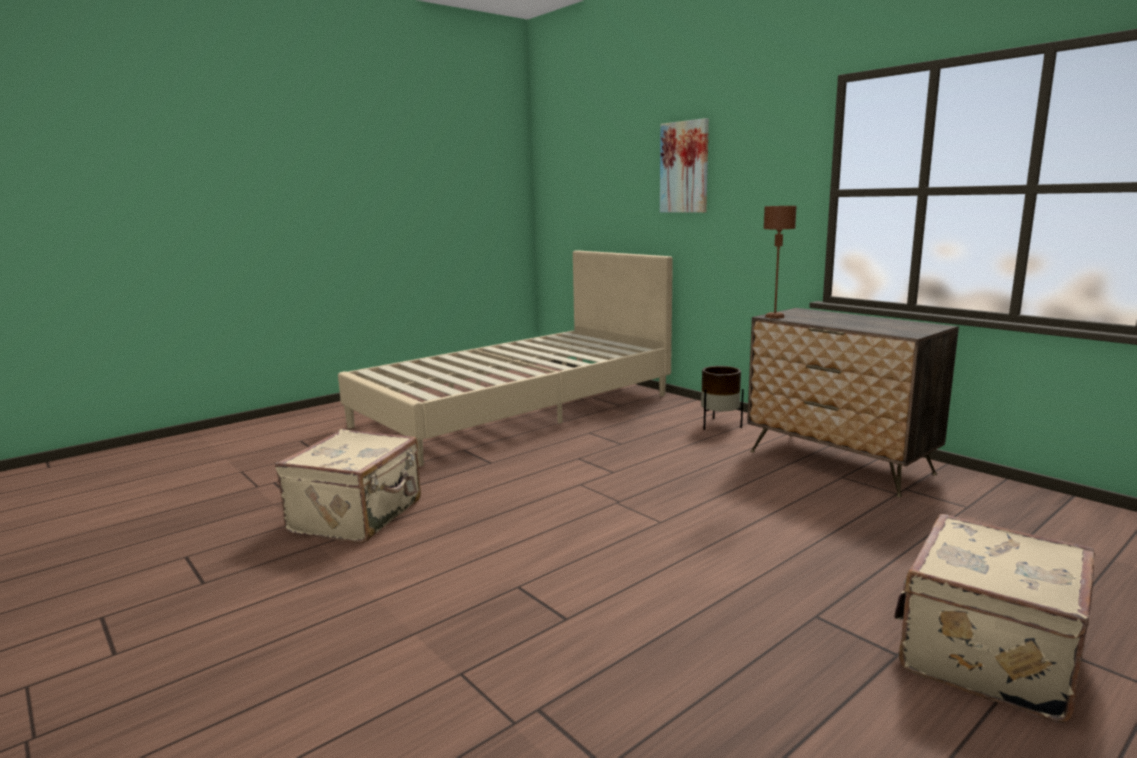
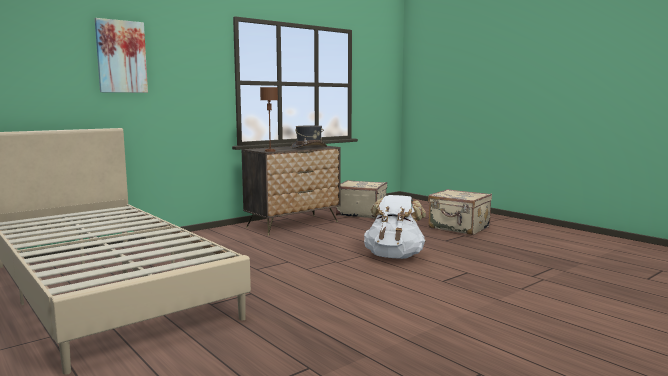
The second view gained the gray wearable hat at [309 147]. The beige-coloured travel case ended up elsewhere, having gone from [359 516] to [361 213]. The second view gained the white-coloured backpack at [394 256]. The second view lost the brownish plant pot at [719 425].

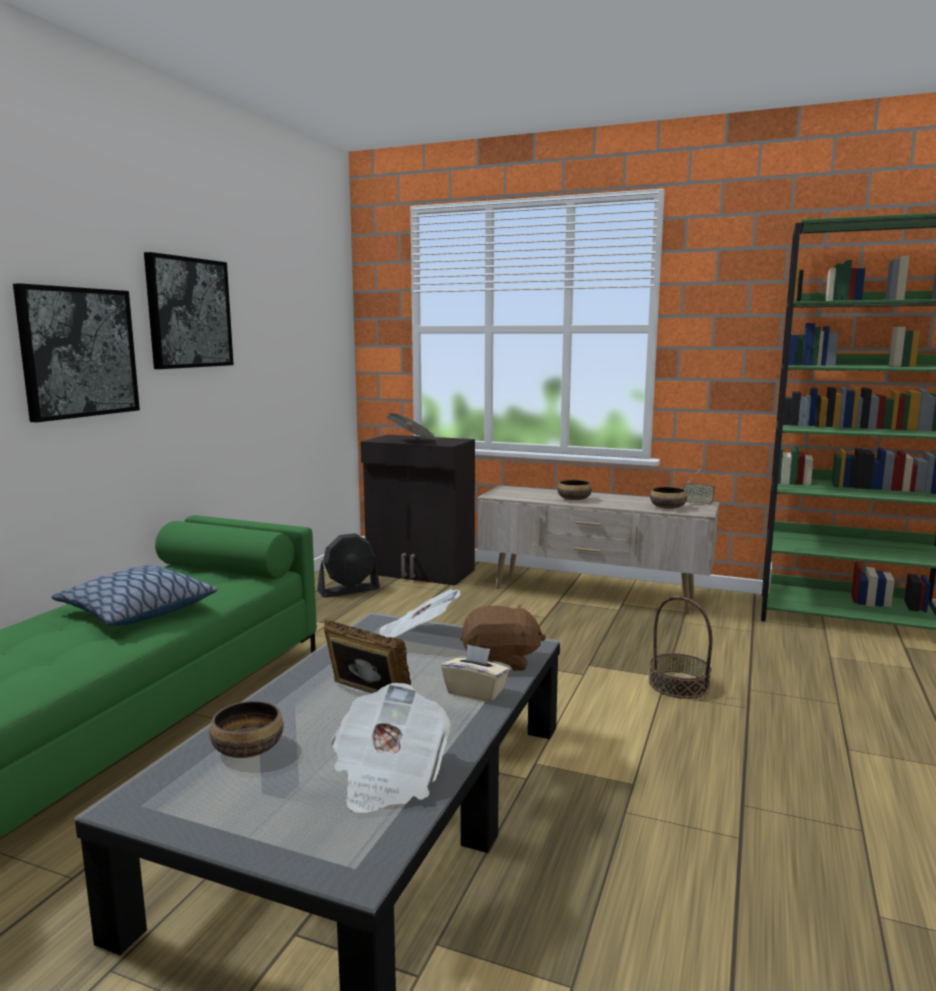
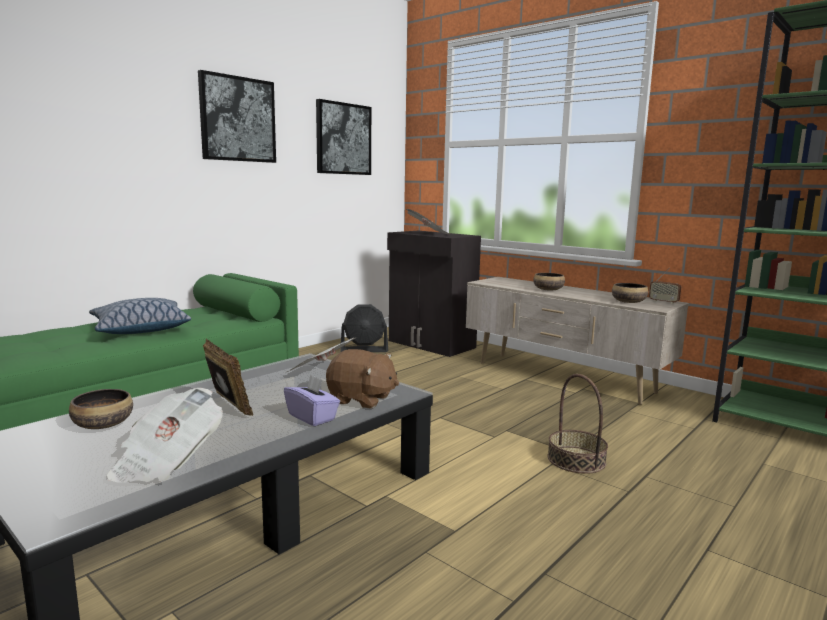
What was the beige-coloured tissue holder at [475 692] turned into the purple tissue holder at [312 417]. The wall picture ended up elsewhere, having gone from [78 352] to [343 139].

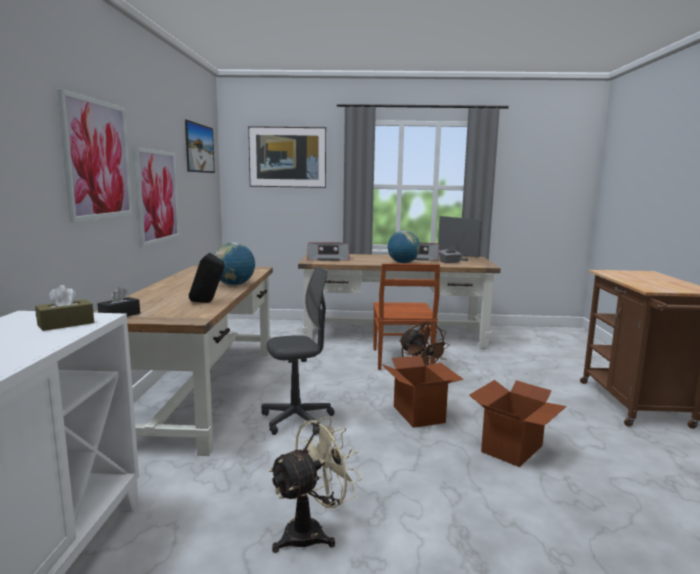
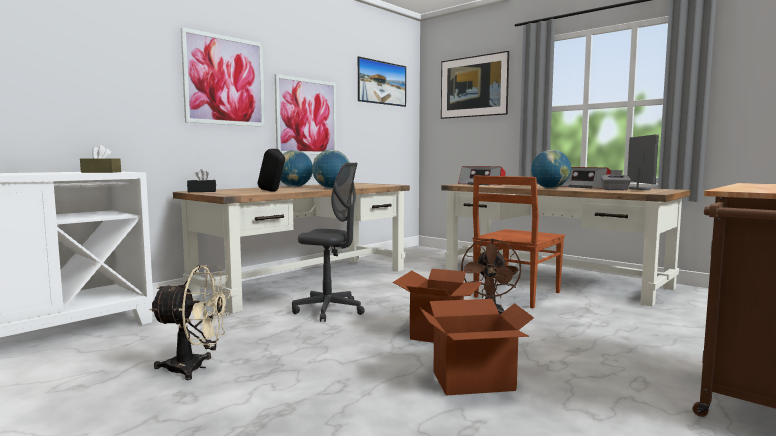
The second view gained the globe at [295 187].

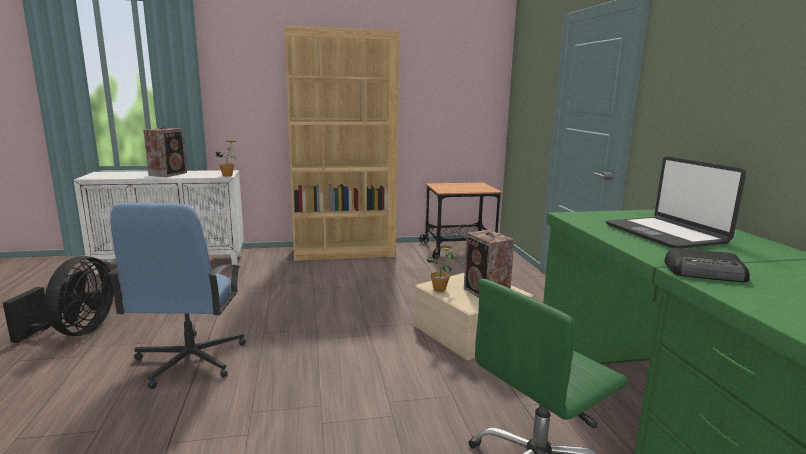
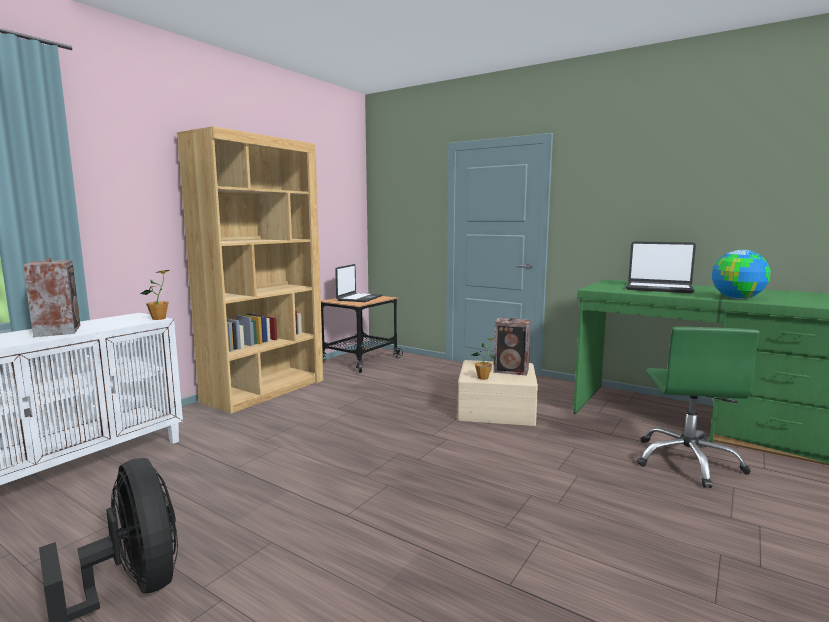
The second view gained the notebook computer at [359 298]. Where the radio set stood at [706 273], the globe came to stand at [737 298]. The second view lost the bluish office chair at [189 360].

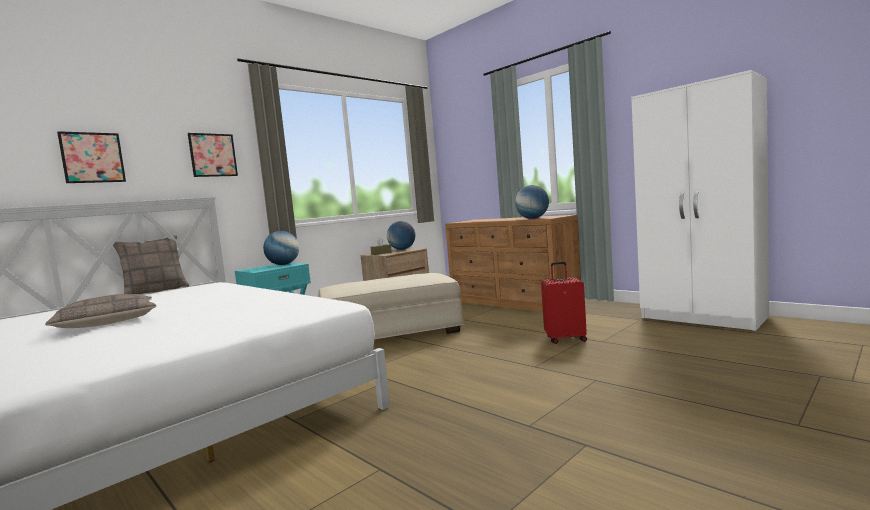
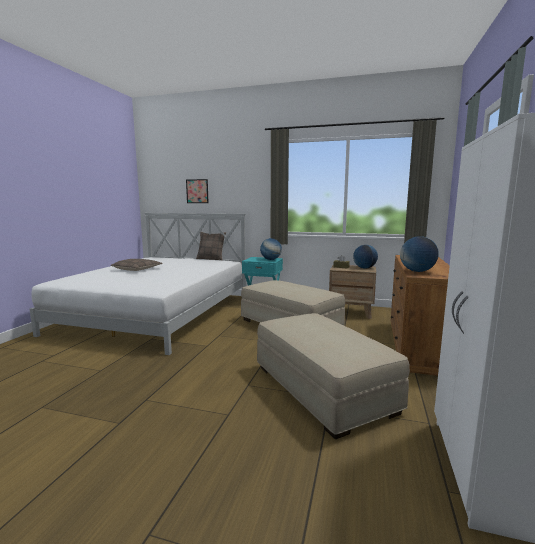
Where the red travel case stood at [565 339], the beige-coloured pouffe came to stand at [322 388]. The second view lost the wall picture at [213 155].

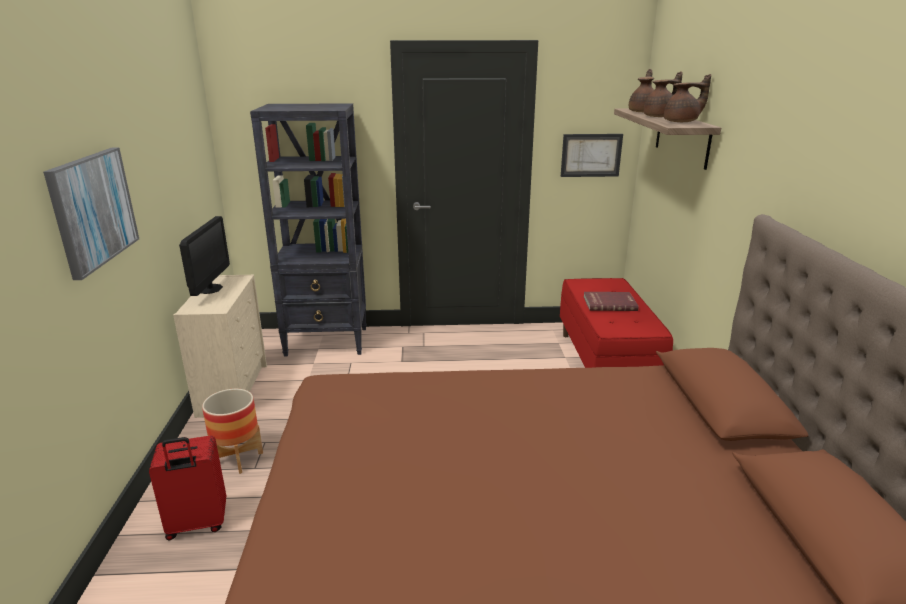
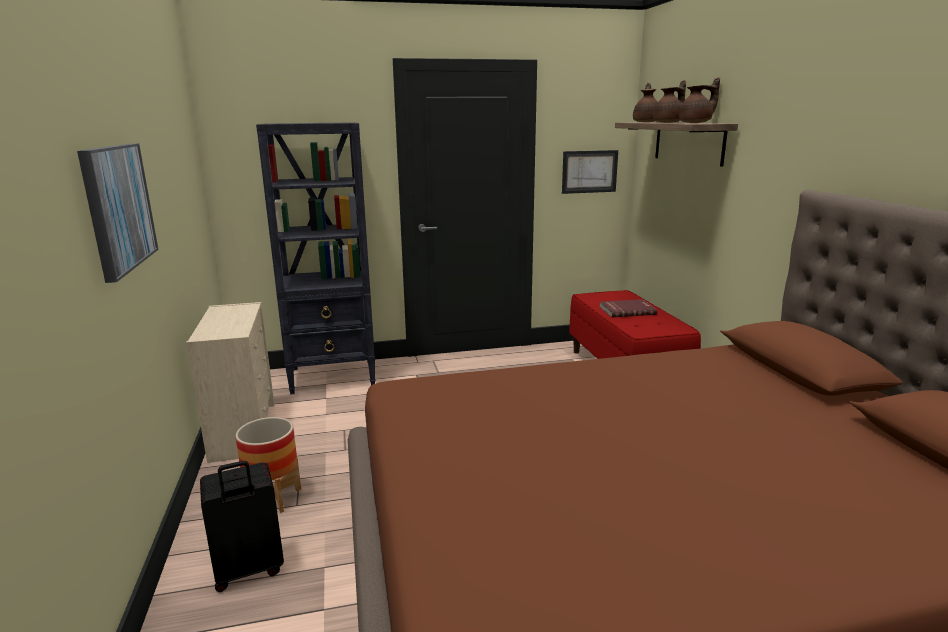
What was the red travel case at [197 524] turned into the black-coloured travel case at [249 571]. The second view lost the computer display at [210 289].

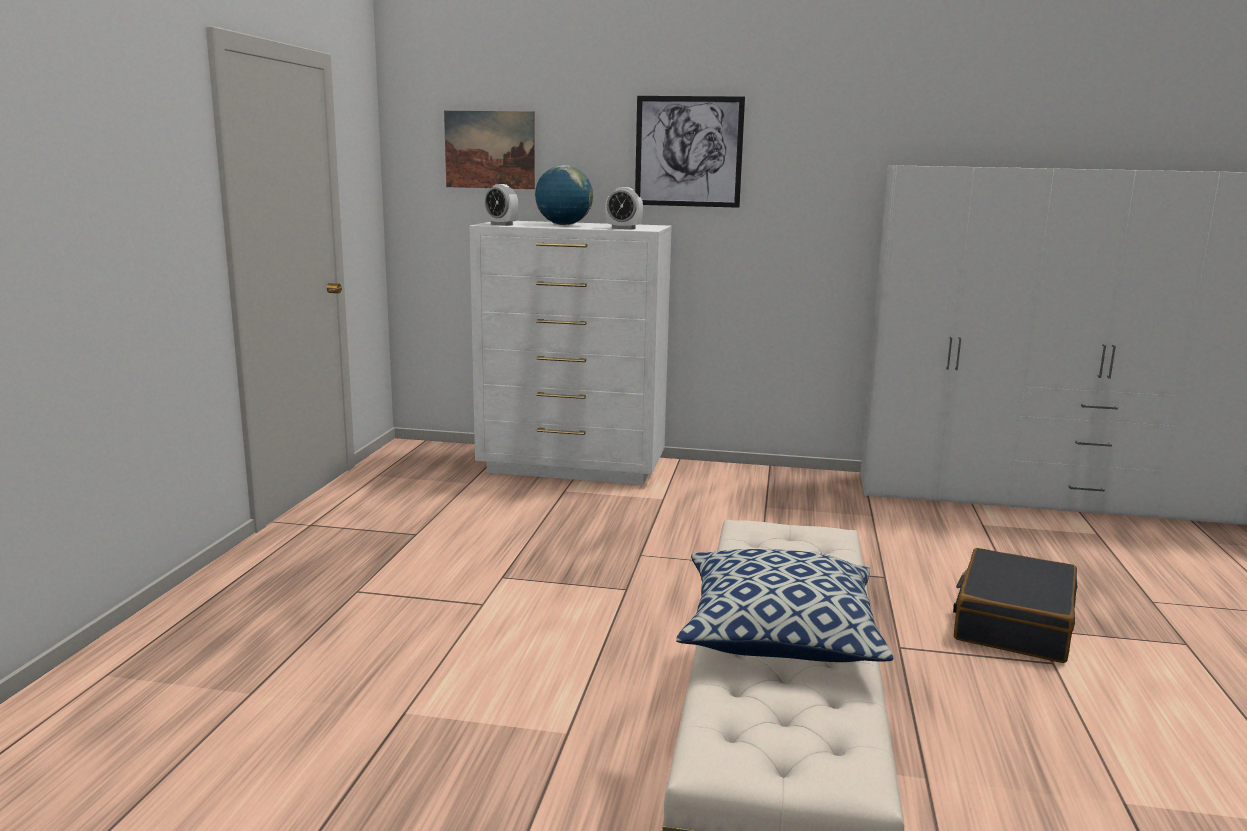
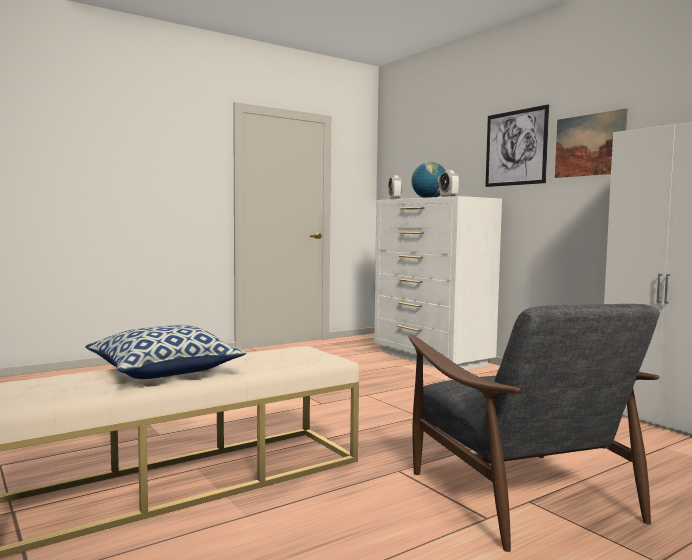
Where the black-coloured travel case stood at [1012 623], the gray easy chair came to stand at [518 492]. The wall picture ended up elsewhere, having gone from [490 150] to [589 145].

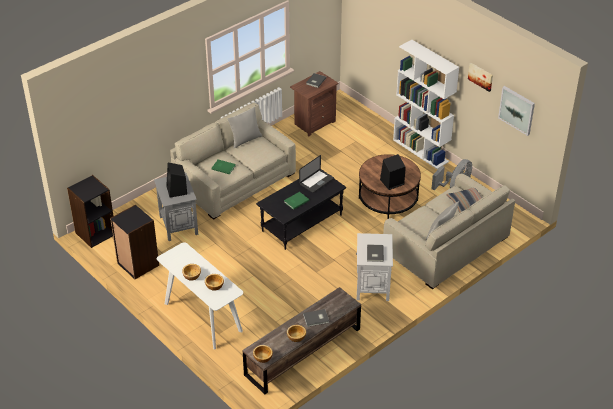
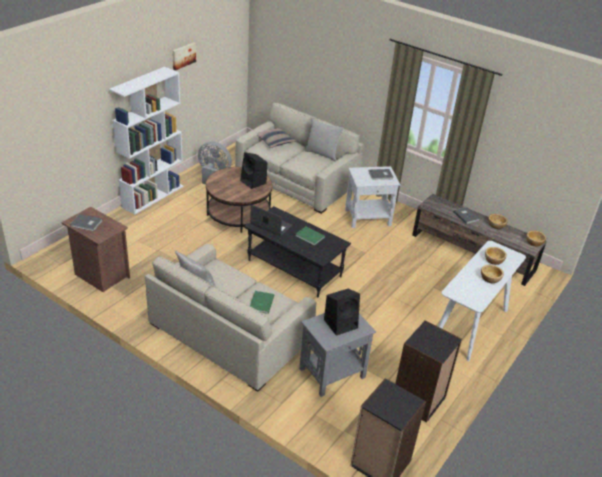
The second view lost the wall picture at [517 110].

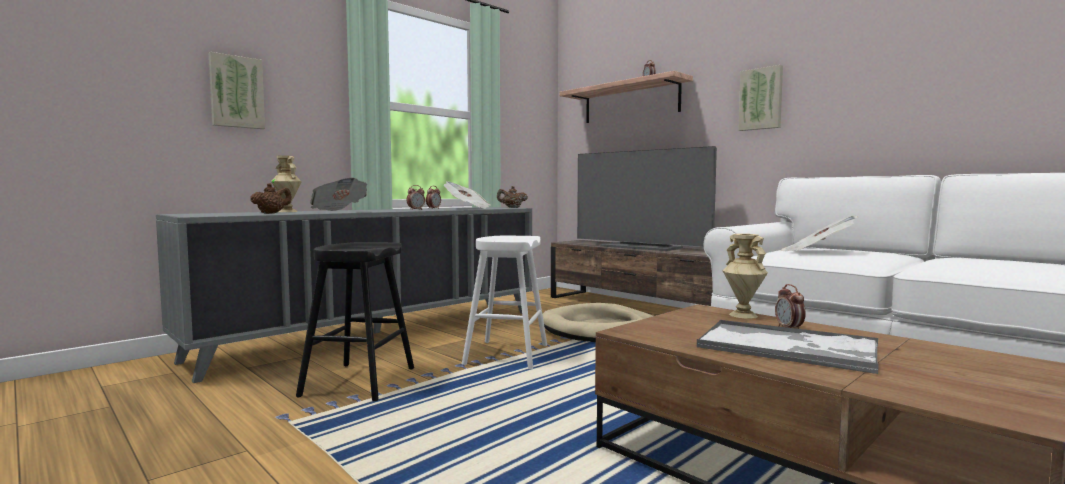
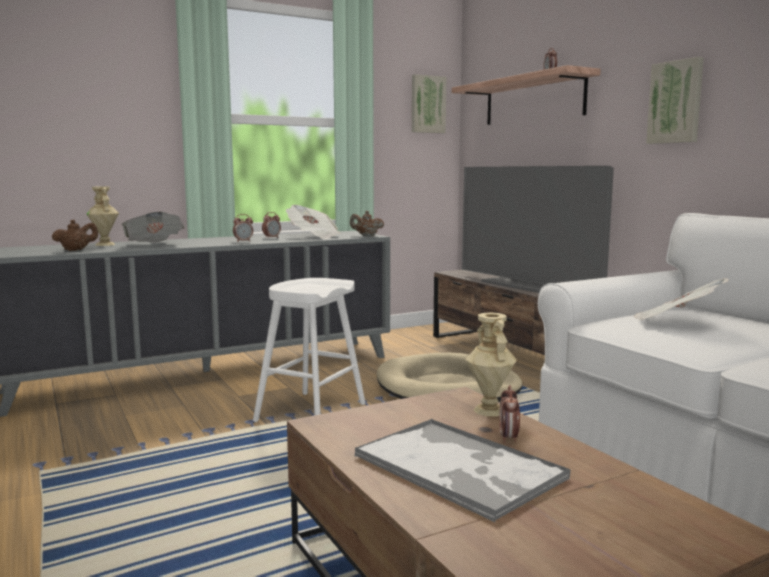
The wall picture ended up elsewhere, having gone from [236 92] to [427 104]. The second view lost the black-coloured sitting stool at [359 381].

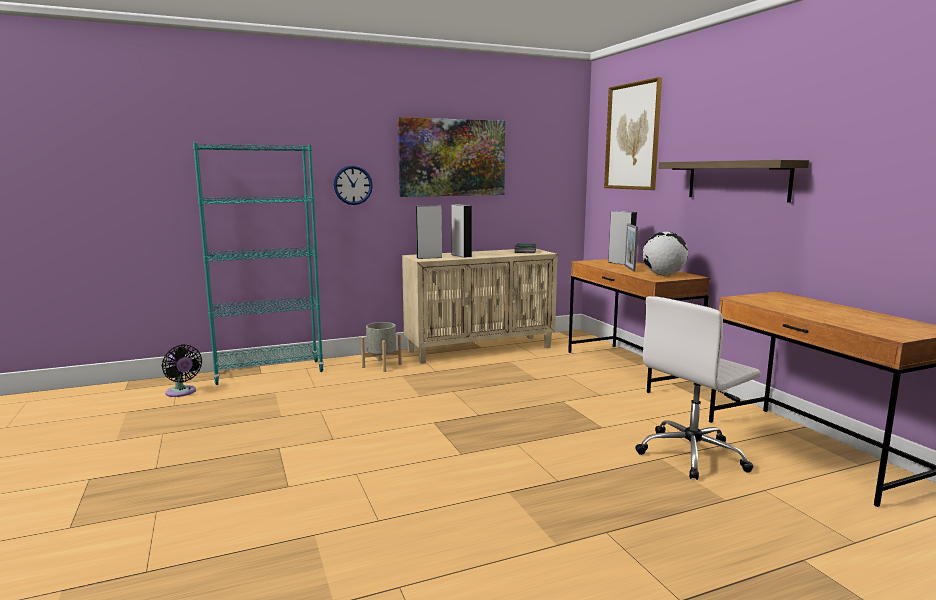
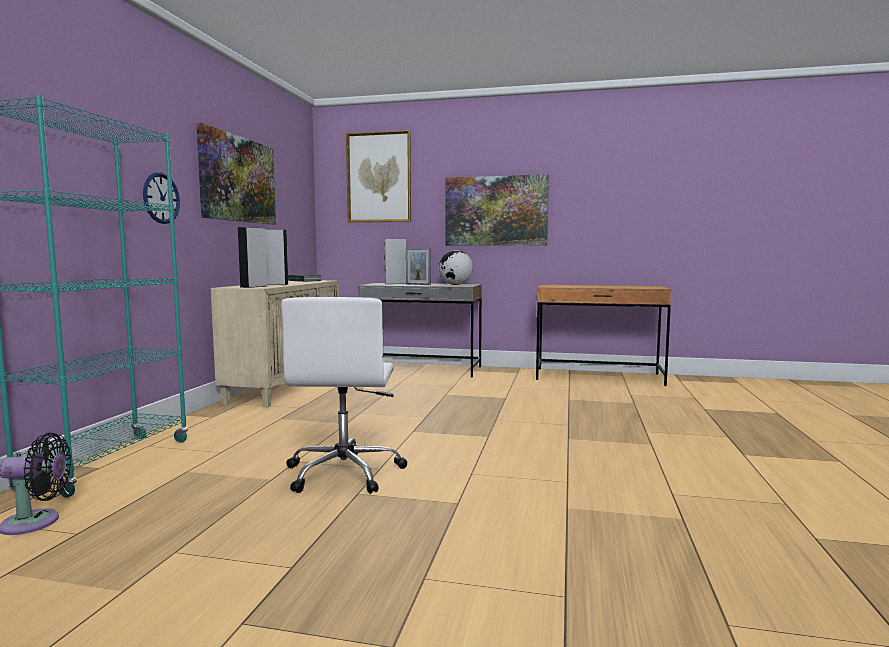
The white-coloured office chair ended up elsewhere, having gone from [693 454] to [345 472]. What was the brownish desk unit at [629 367] turned into the gray desk unit at [421 369]. Where the shelf hung at [737 180], the wall picture came to hang at [496 211]. The second view lost the gray plant pot at [381 365].

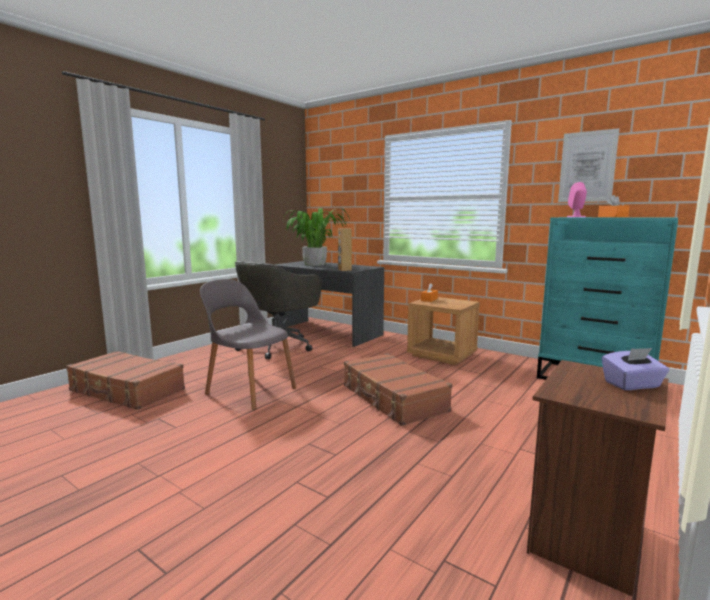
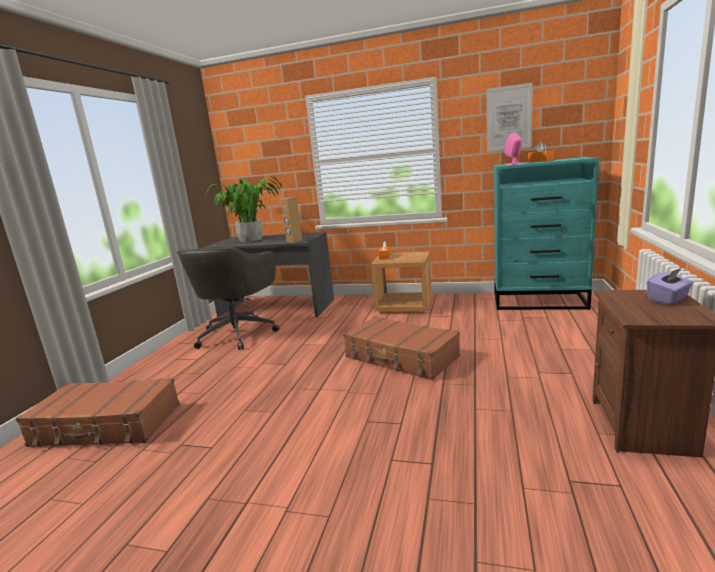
The second view lost the gray upright chair at [249 390].

